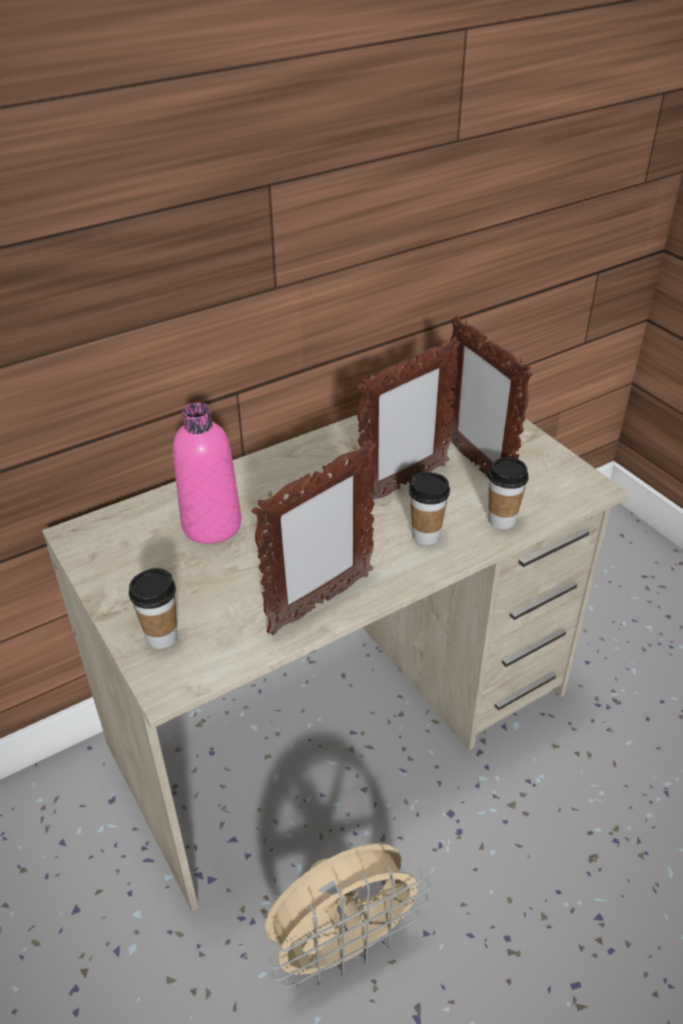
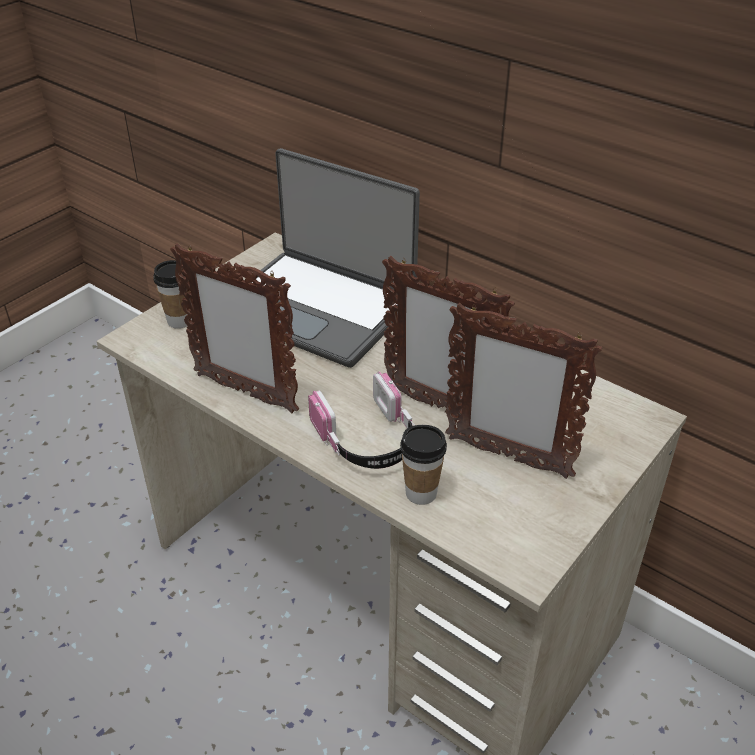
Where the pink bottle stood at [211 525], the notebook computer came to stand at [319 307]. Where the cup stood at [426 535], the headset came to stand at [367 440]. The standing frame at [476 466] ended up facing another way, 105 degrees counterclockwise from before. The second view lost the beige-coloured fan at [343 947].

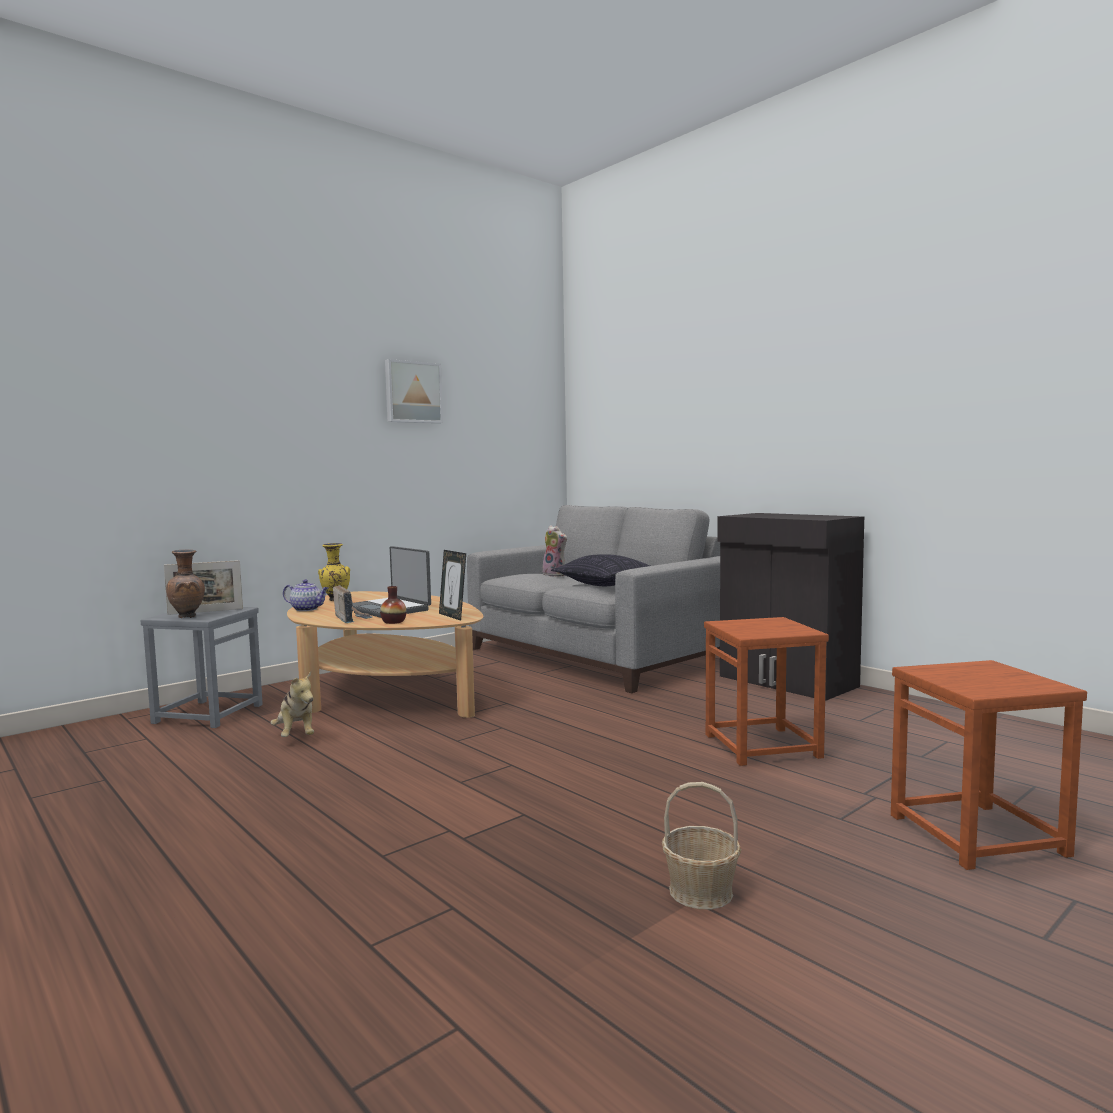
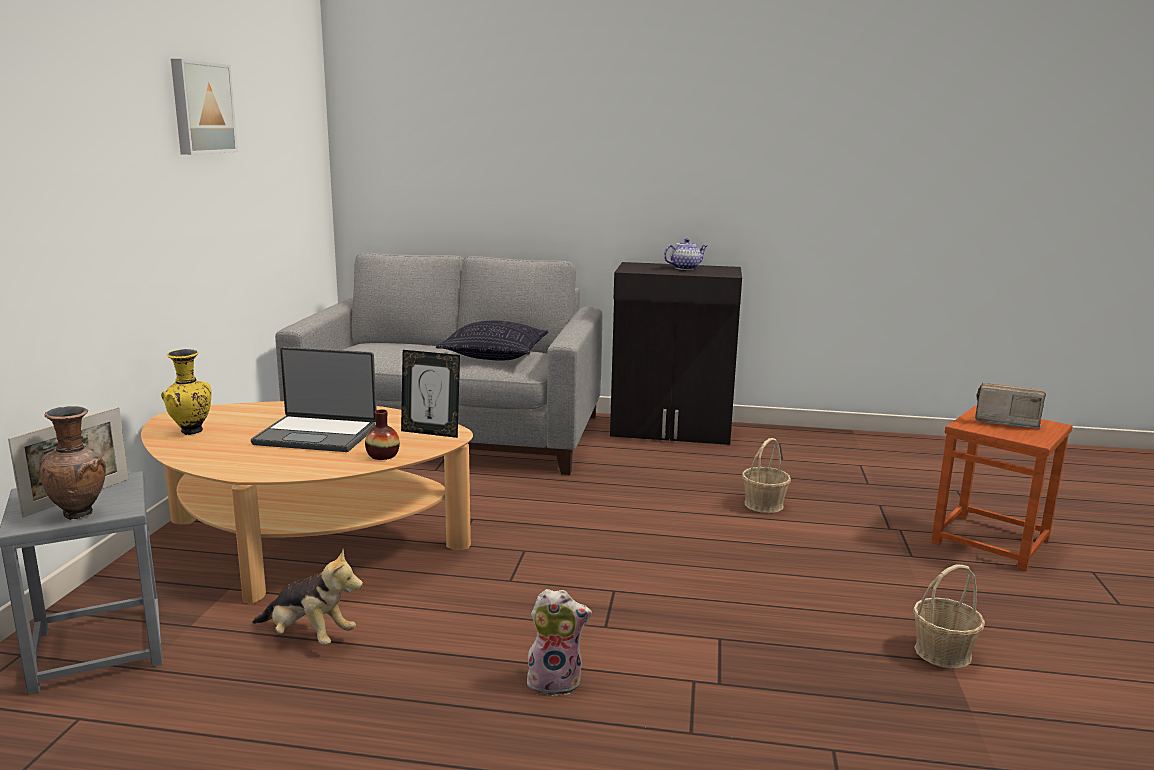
The soft toy ended up elsewhere, having gone from [556 575] to [556 681]. The tea pot ended up elsewhere, having gone from [307 609] to [685 268]. Where the brownish sitting stool stood at [763 746], the household basket came to stand at [764 504]. The radio set ended up elsewhere, having gone from [351 619] to [1004 421].

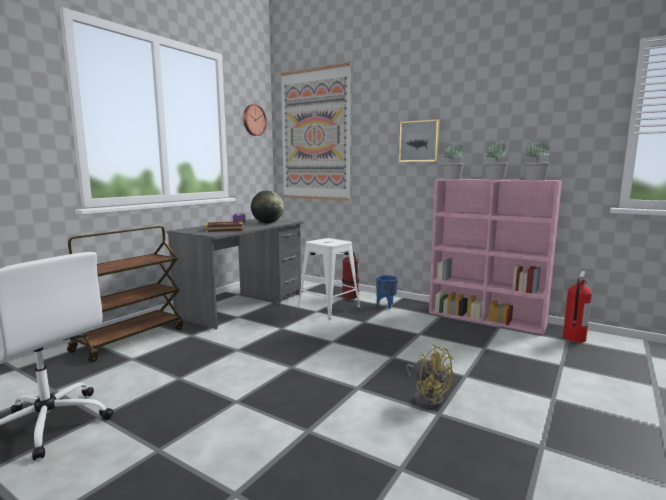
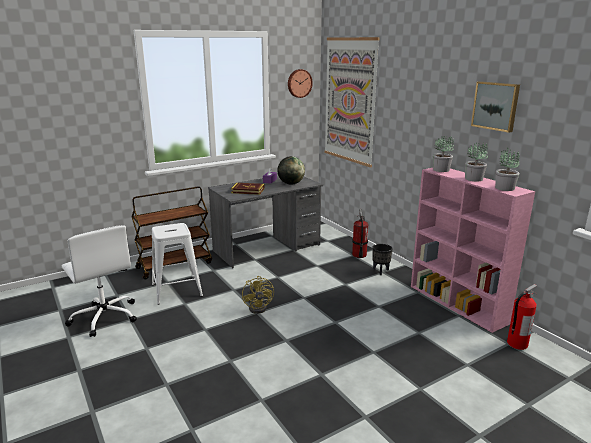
The white-coloured sitting stool ended up elsewhere, having gone from [328 308] to [177 290]. The yellowish fan ended up elsewhere, having gone from [427 398] to [260 307]. What was the bluish plant pot at [386 305] turned into the black-coloured plant pot at [381 271]. The wall picture ended up elsewhere, having gone from [419 141] to [496 106].

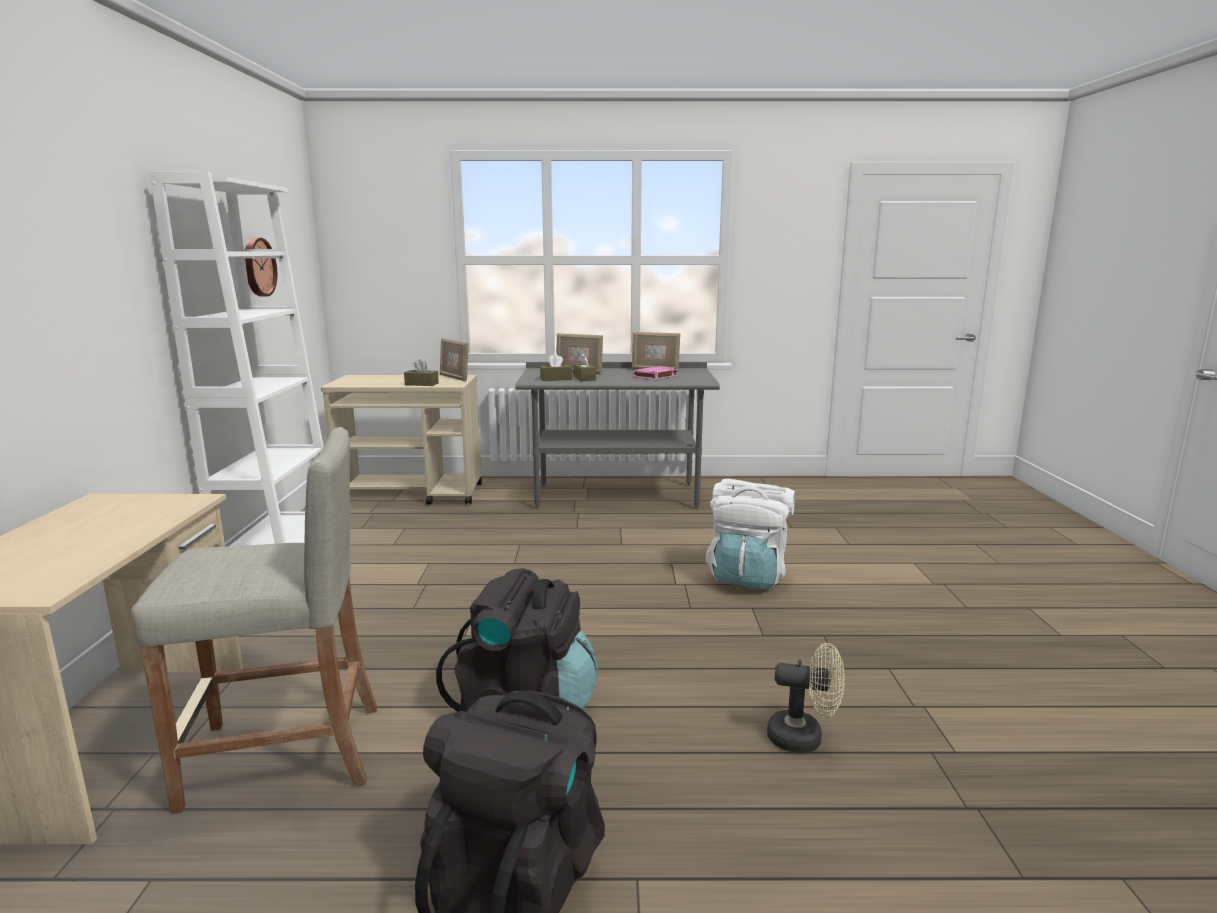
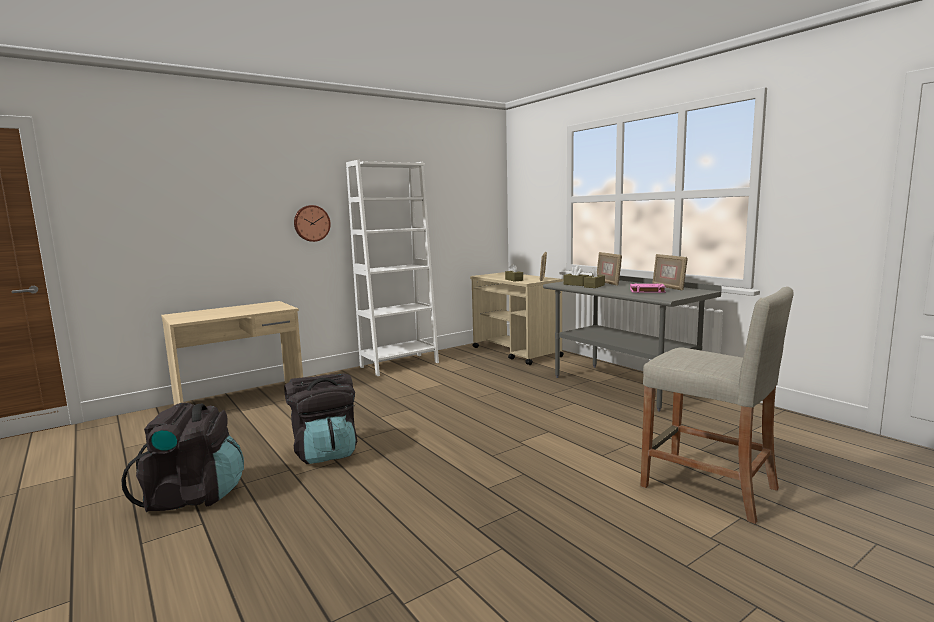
The wall clock ended up elsewhere, having gone from [257 267] to [311 223]. The beige-coloured sitting stool ended up elsewhere, having gone from [284 755] to [708 487]. The second view lost the white-coloured backpack at [748 576]. The second view lost the beige-coloured fan at [804 738].

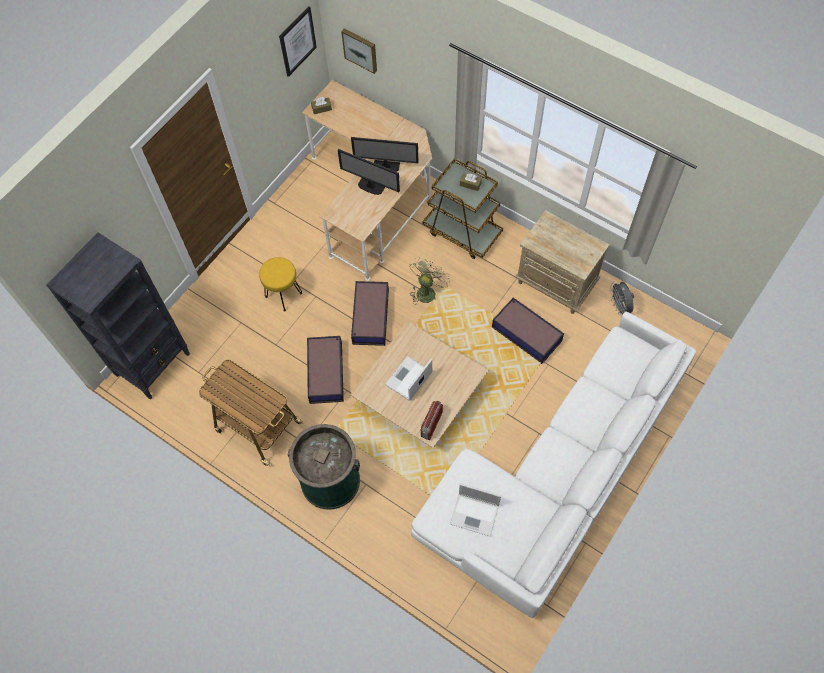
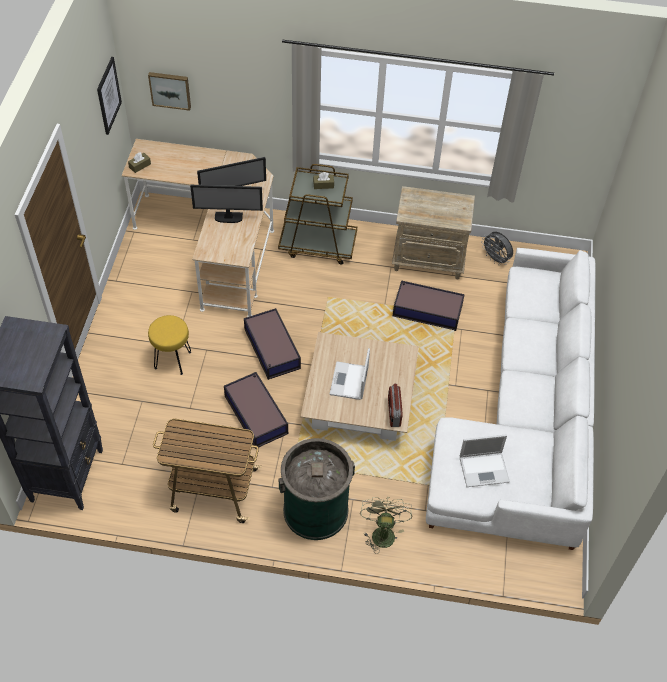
The green fan ended up elsewhere, having gone from [427 291] to [382 532].

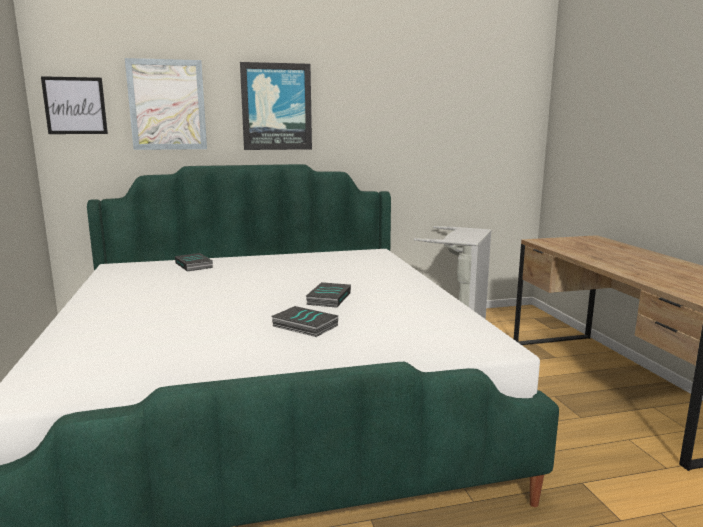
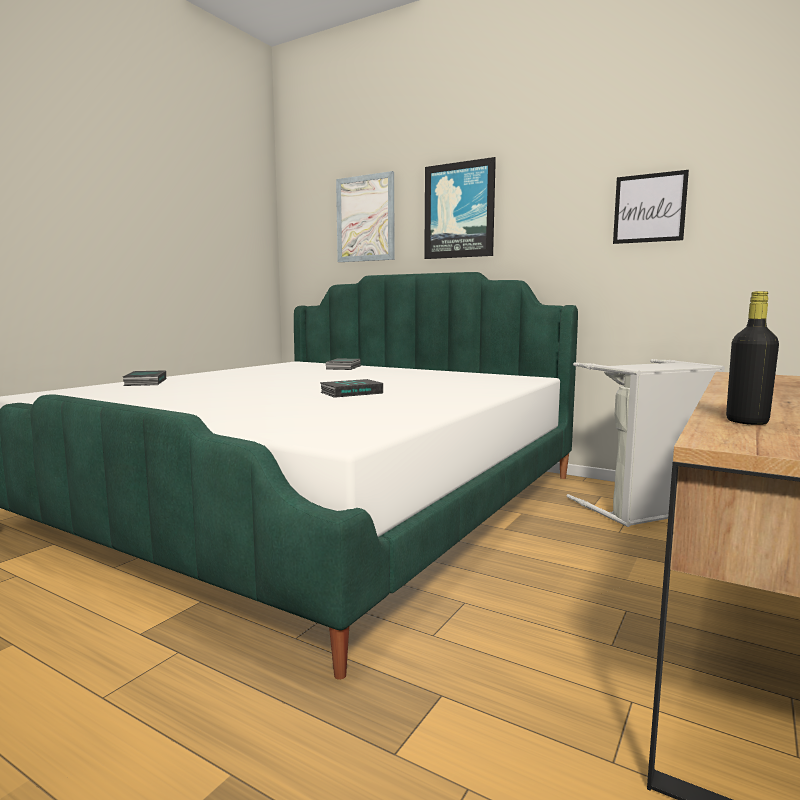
The volume ended up elsewhere, having gone from [304 326] to [144 382]. The wall picture ended up elsewhere, having gone from [75 105] to [649 208]. The second view gained the black-coloured bottle at [747 422].

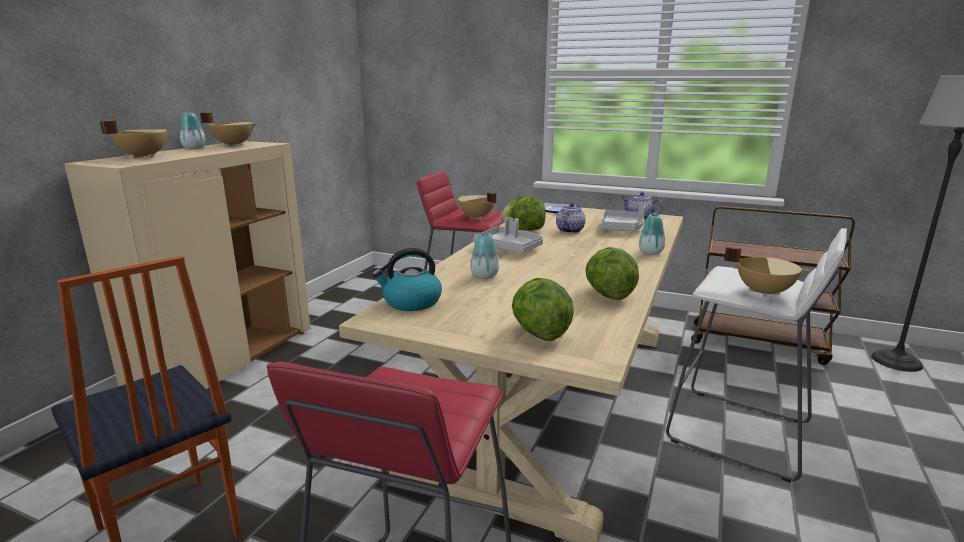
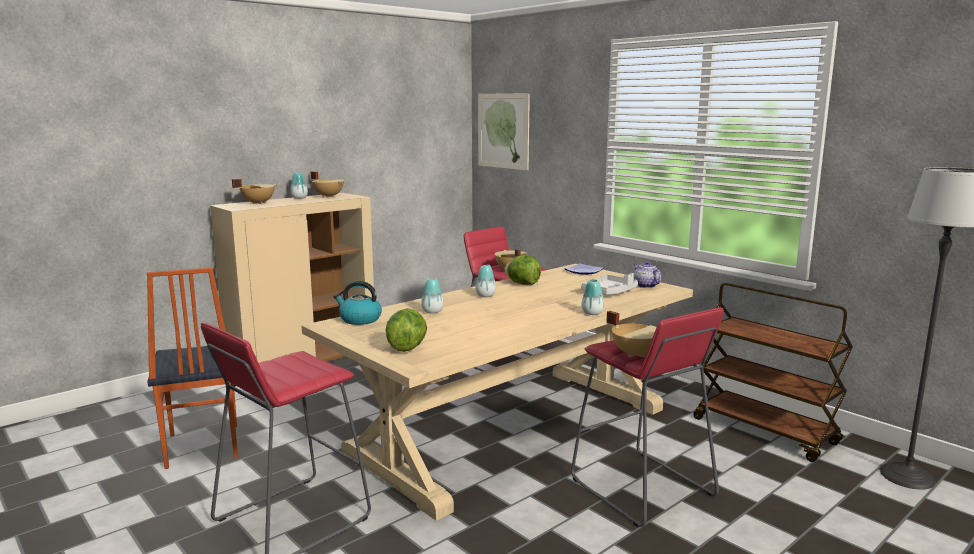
Where the gray tray stood at [509 248], the decorative vase came to stand at [485 295]. The second view gained the wall picture at [503 131]. What was the white-coloured sitting stool at [739 433] turned into the red sitting stool at [641 488]. The second view lost the tea pot at [569 230]. The second view lost the lettuce at [608 295].

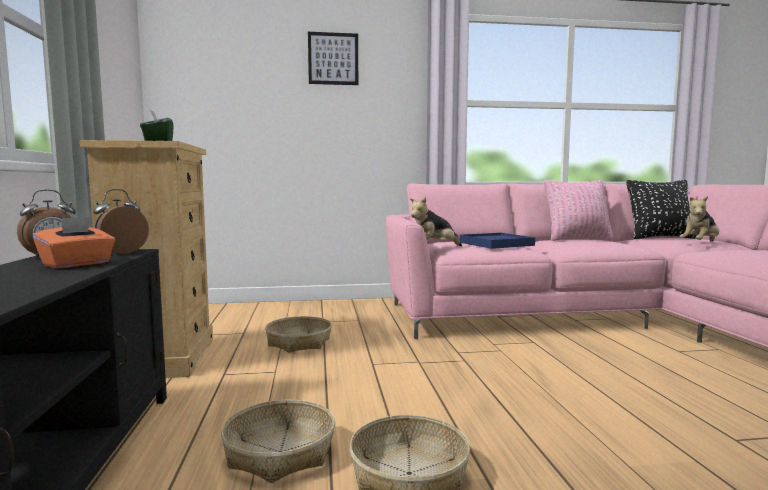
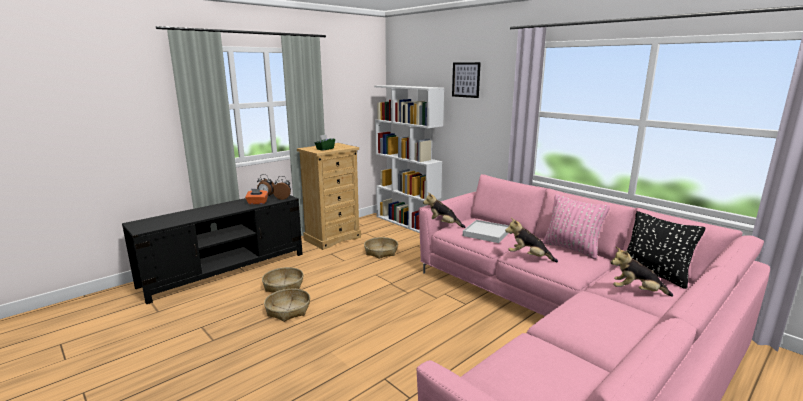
The second view gained the white-coloured bookshelf at [407 223]. What was the bluish tray at [496 244] turned into the white-coloured tray at [486 233]. The second view gained the soft toy at [528 257].

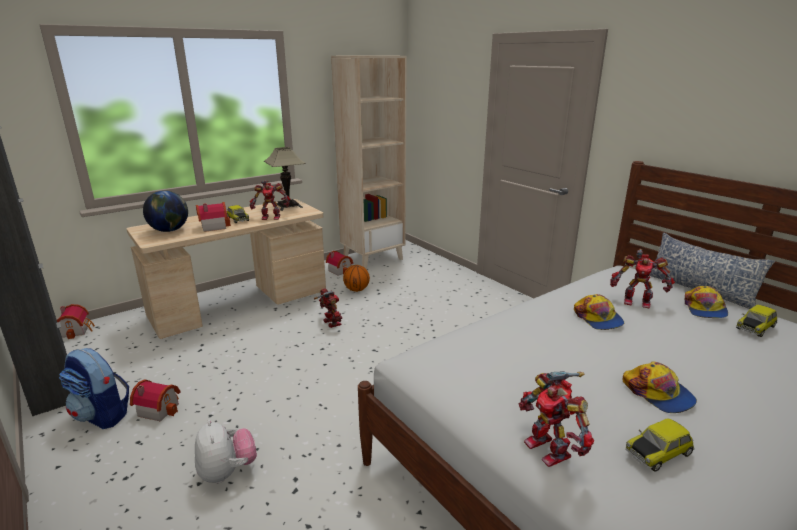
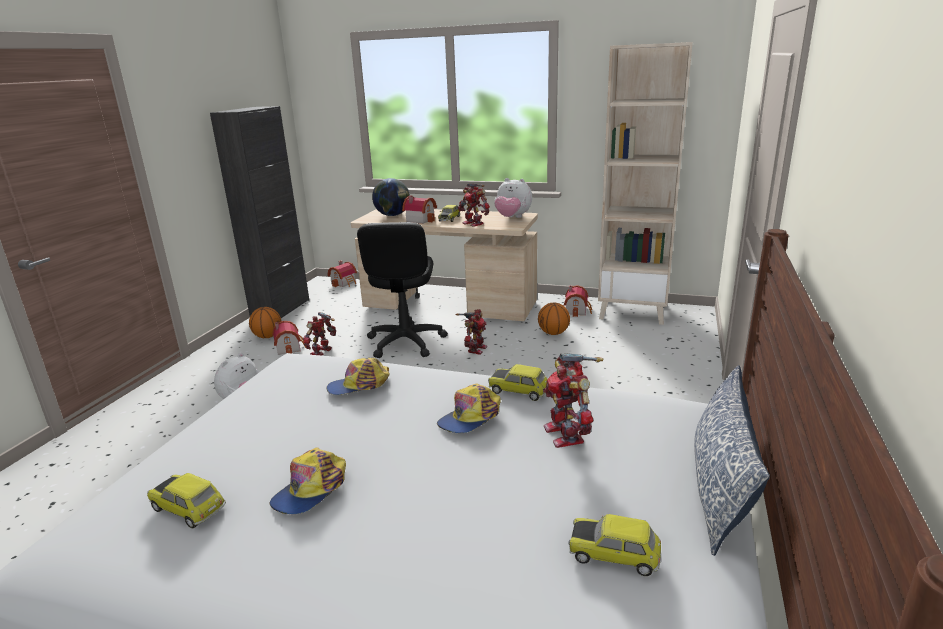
Where the backpack stood at [102 415], the basketball ball came to stand at [268 336]. The model robot ended up elsewhere, having gone from [549 448] to [322 352]. The cap ended up elsewhere, having gone from [704 309] to [359 386]. The second view gained the black-coloured office chair at [405 342]. The second view gained the model car at [519 390]. Where the tabletop lamp stood at [288 206], the soft toy came to stand at [512 218].

